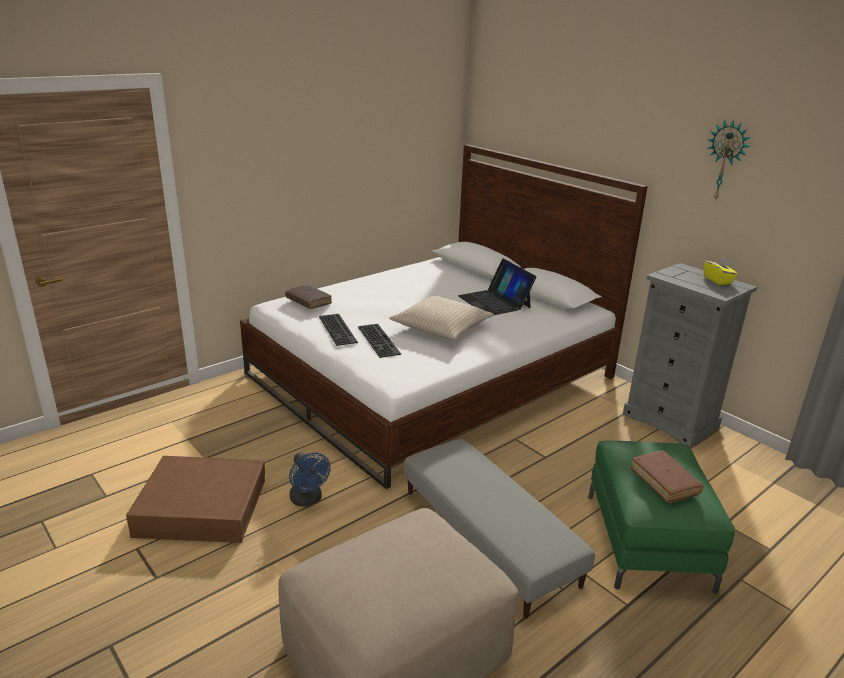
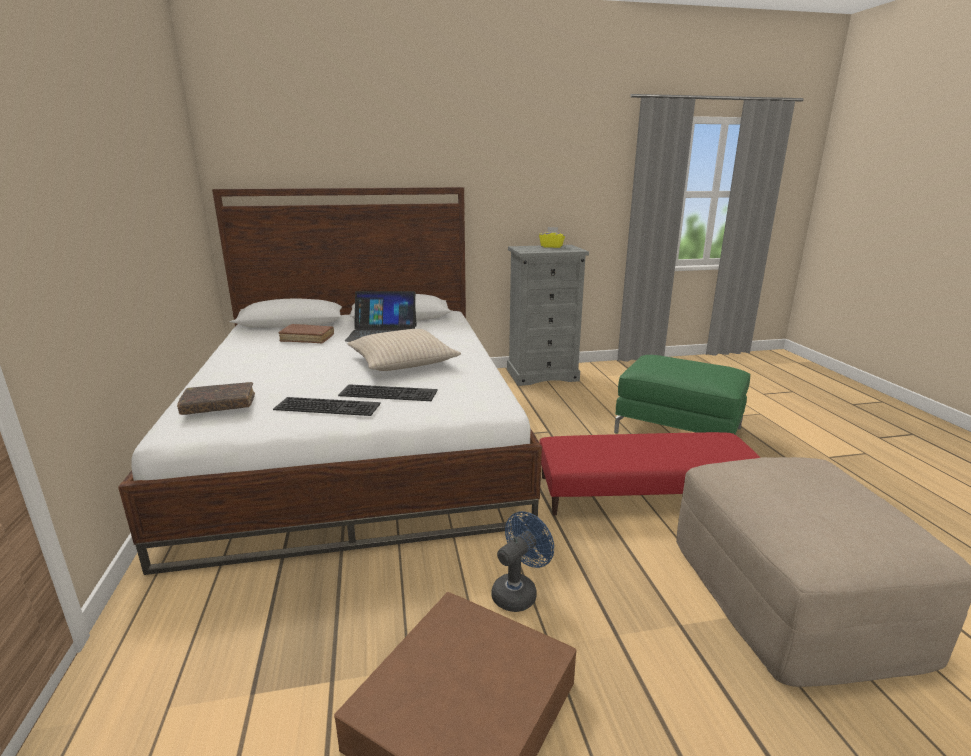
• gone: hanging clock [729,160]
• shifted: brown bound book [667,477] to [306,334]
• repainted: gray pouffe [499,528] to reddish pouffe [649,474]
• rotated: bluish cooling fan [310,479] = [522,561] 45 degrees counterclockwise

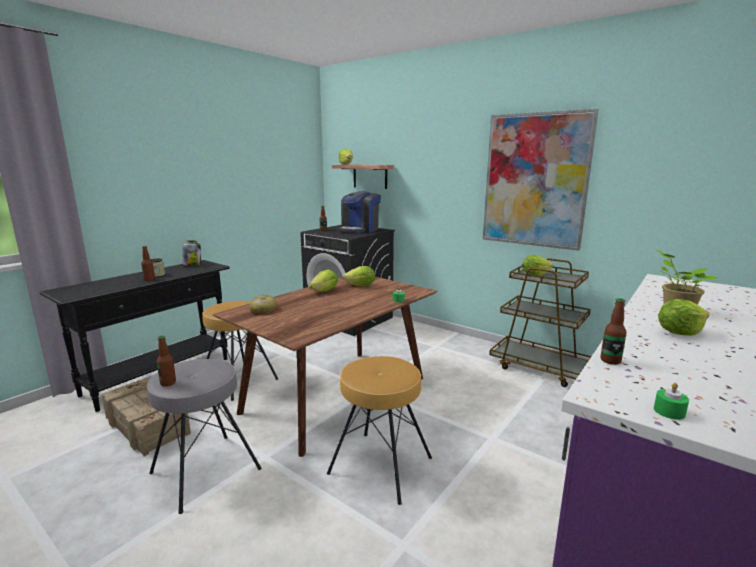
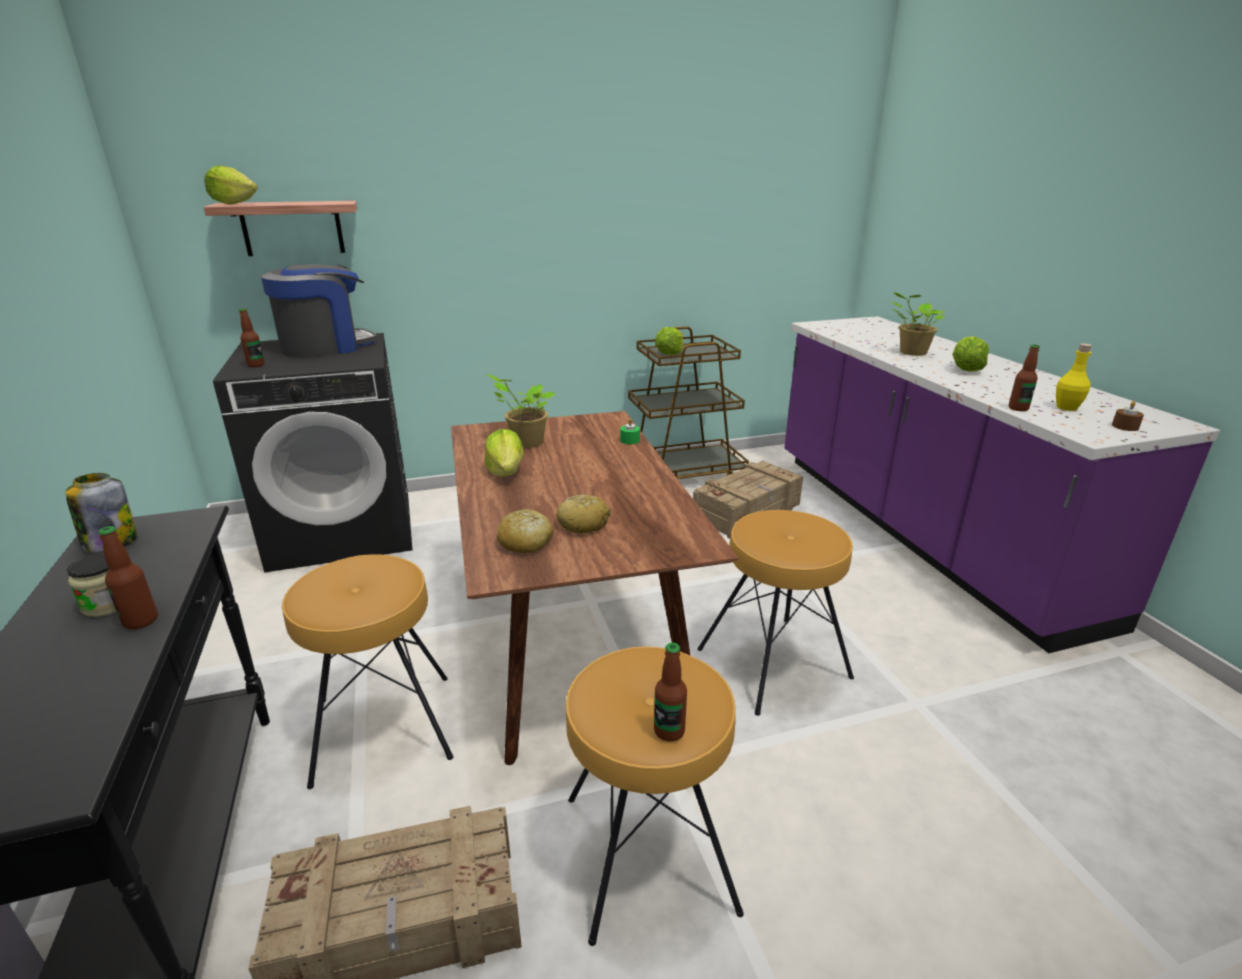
• gone: wall art [541,179]
• new: bread [583,514]
• new: shipping crate [748,500]
• new: yellowish beverage bottle [1074,377]
• swapped: lettuce [359,276] to houseplant [520,411]
• repainted: gray sitting stool [204,436] to brown sitting stool [655,796]
• repainted: greenish wax light [671,401] to brown wax light [1128,416]
• rotated: coffee machine [360,212] = [319,311] 105 degrees counterclockwise

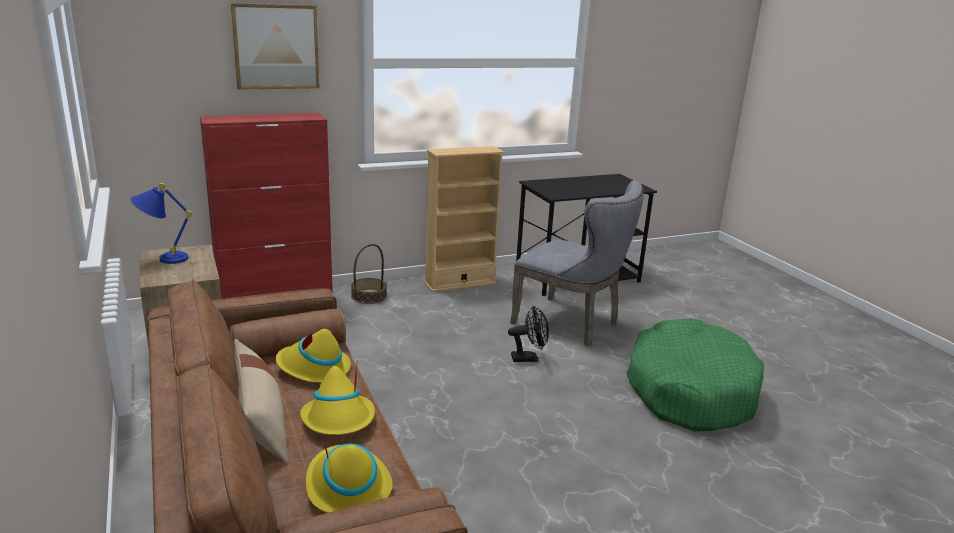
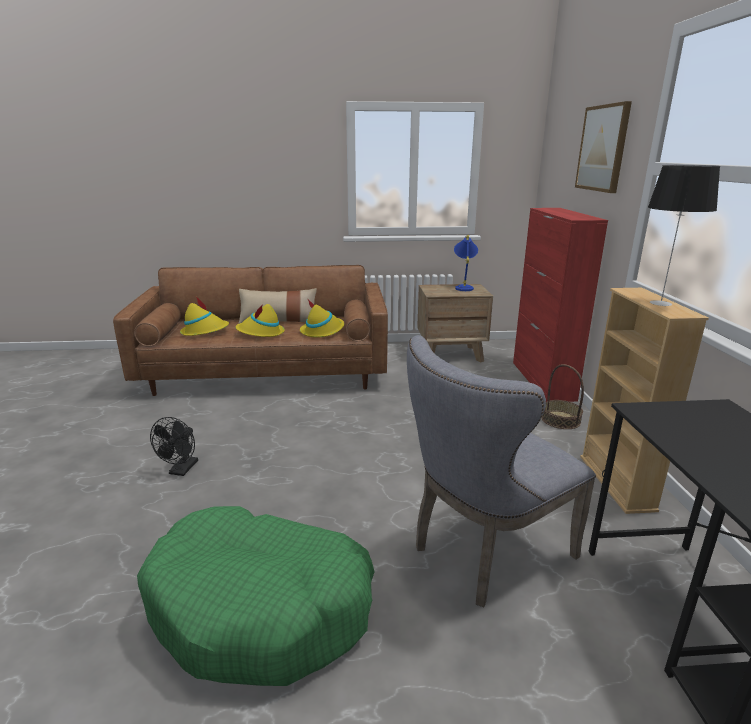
• new: lamp for a table [684,235]
• shifted: black cooling fan [528,334] to [174,446]

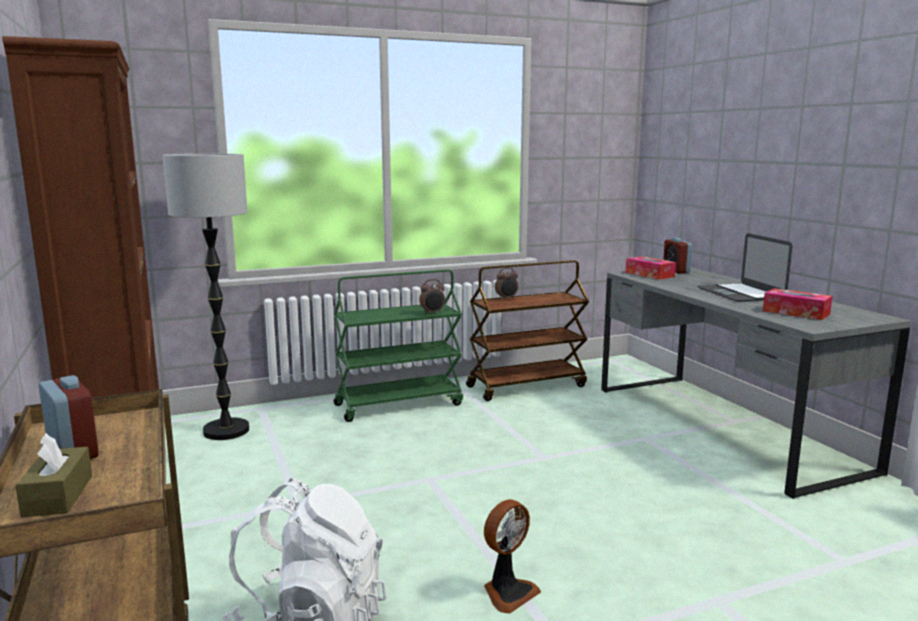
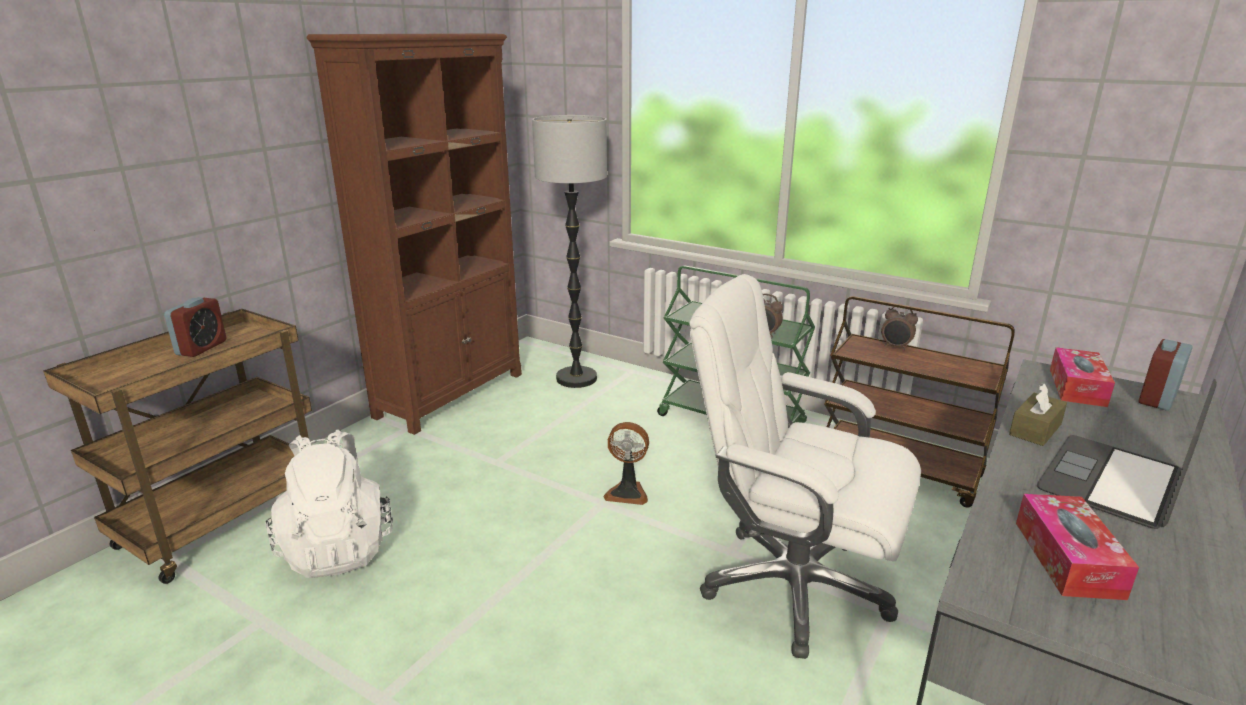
• new: whitish computer chair [805,466]
• shifted: brown box of tissues [53,475] to [1038,414]
• shifted: cooling fan [512,556] to [626,463]

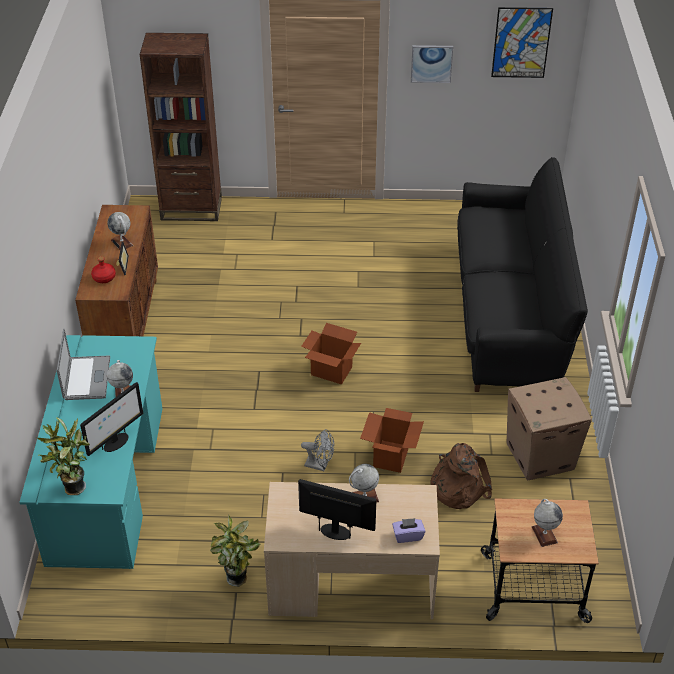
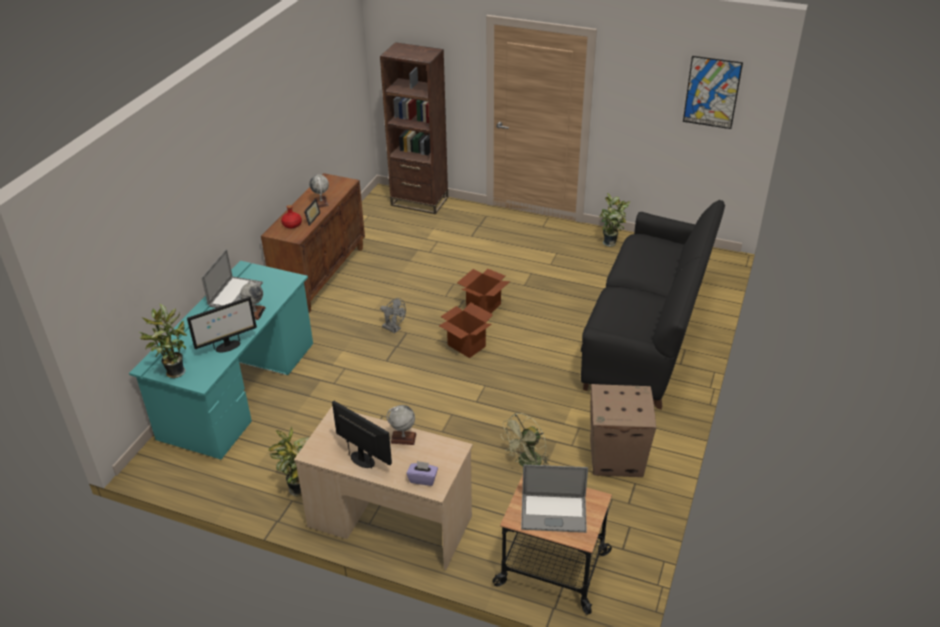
• gone: wall art [432,64]
• new: houseplant [614,220]
• shifted: gray cooling fan [317,450] to [393,316]
• shifted: carton [392,440] to [483,291]
• swapped: brown knapsack [461,476] to greenish cooling fan [525,440]
• swapped: globe [547,523] to portable computer [554,499]

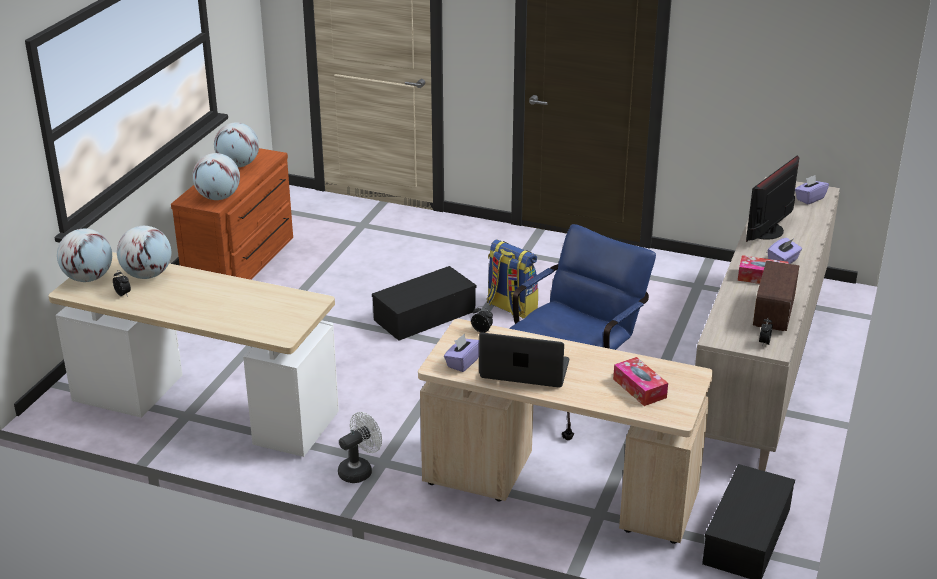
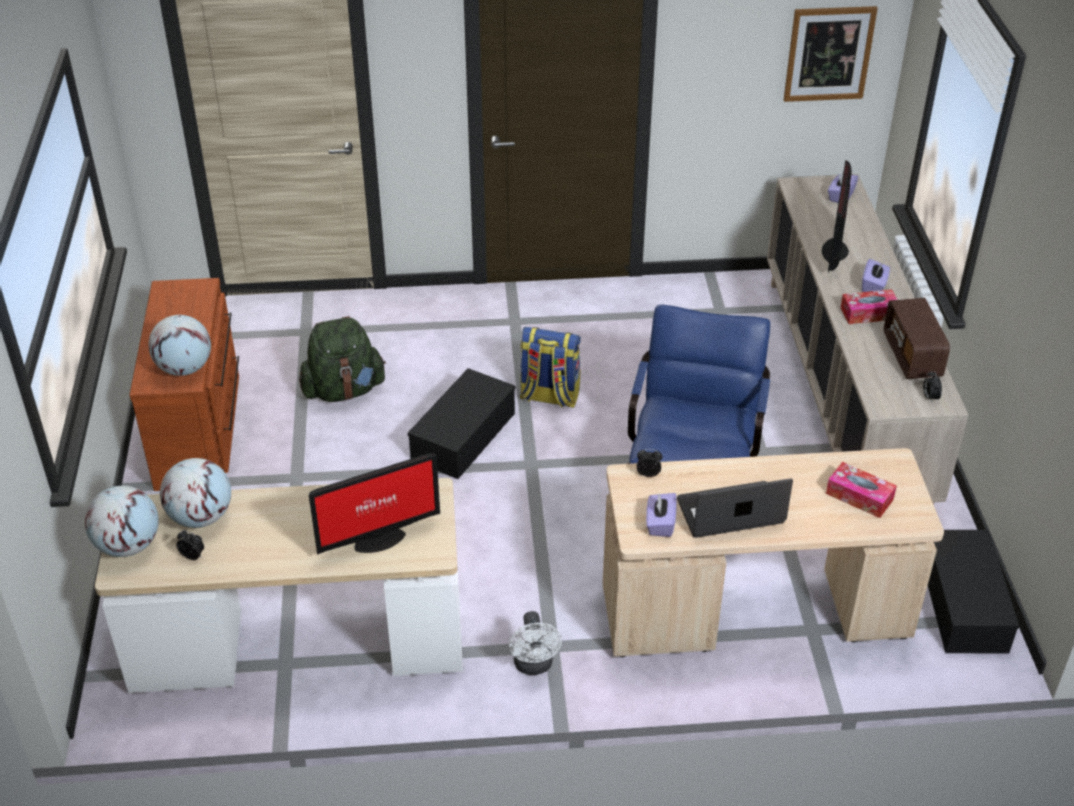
• gone: globe [236,144]
• new: greenish knapsack [342,359]
• new: computer display [374,503]
• new: wall art [831,54]
• rotated: whitish cooling fan [360,447] = [535,643] 150 degrees clockwise

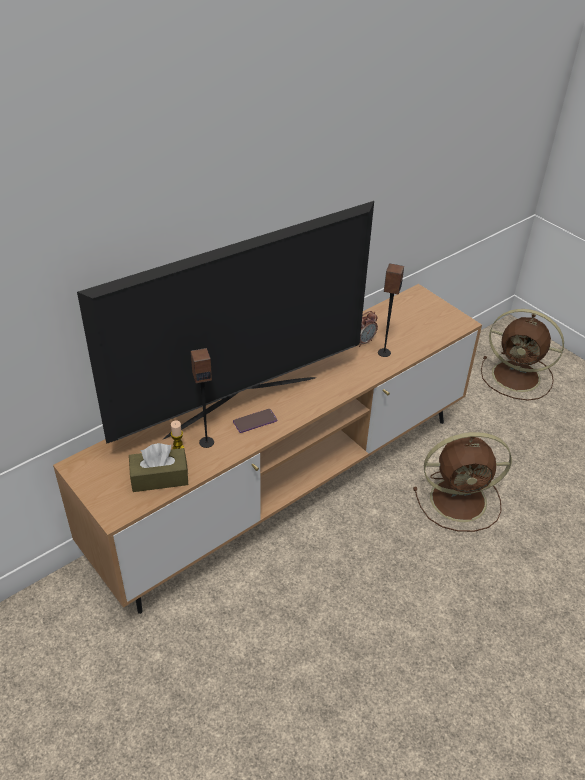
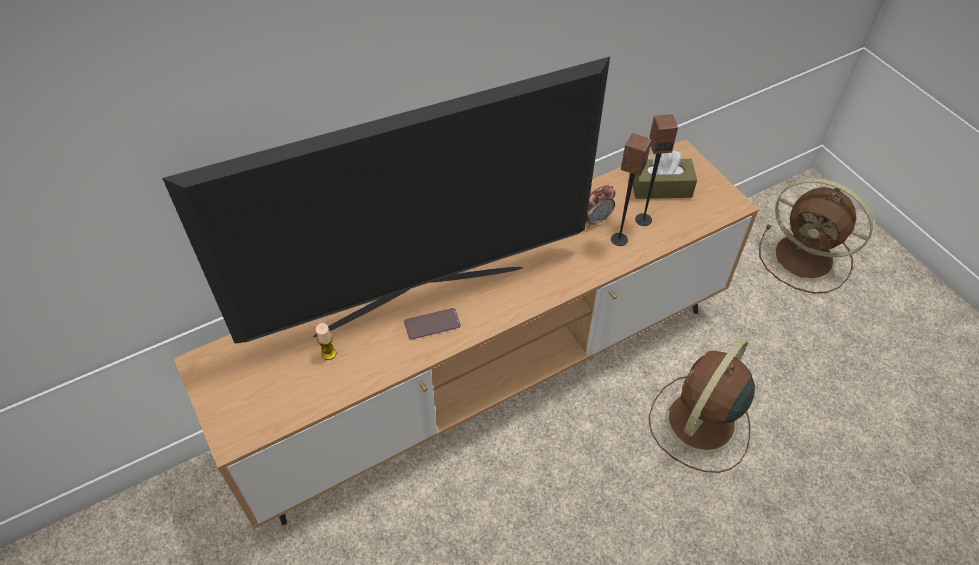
• shifted: brown box of tissues [158,467] to [665,175]
• shifted: audio speaker [202,398] to [656,170]
• rotated: brown cooling fan [462,482] = [701,405] 120 degrees clockwise

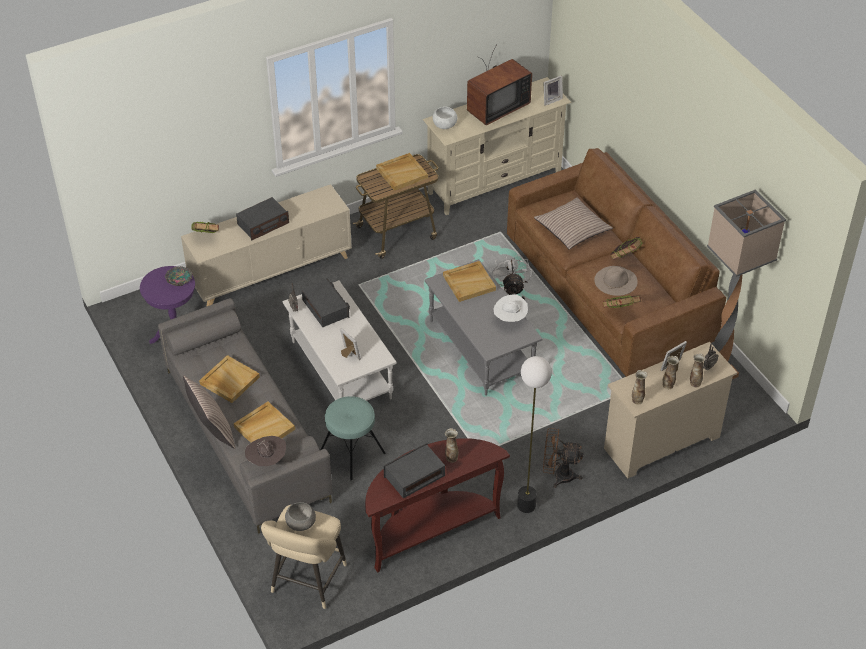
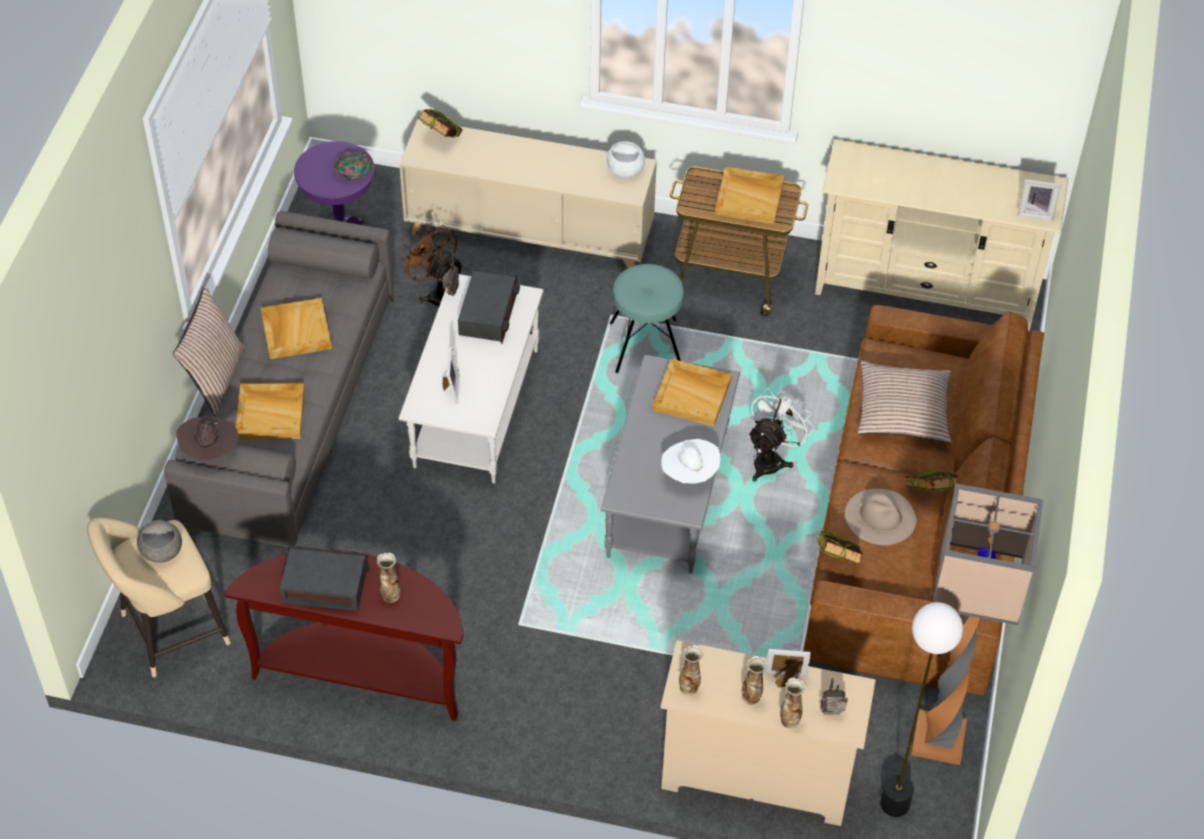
• gone: radio [262,219]
• gone: television [499,84]
• shifted: turquoise sitting stool [353,438] to [647,318]
• shifted: whitish deep dish [445,118] to [626,159]
• shifted: floor lamp [534,434] to [921,709]
• shifted: brown cooling fan [563,458] to [432,264]

